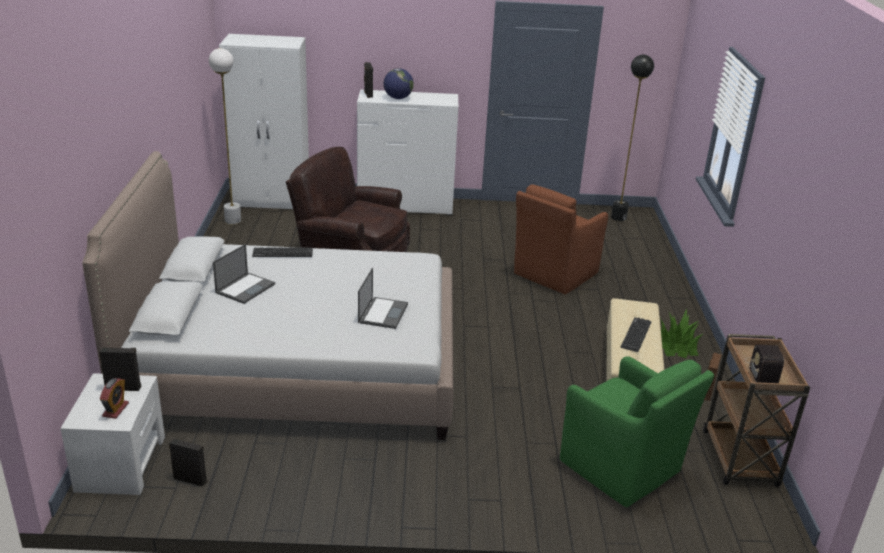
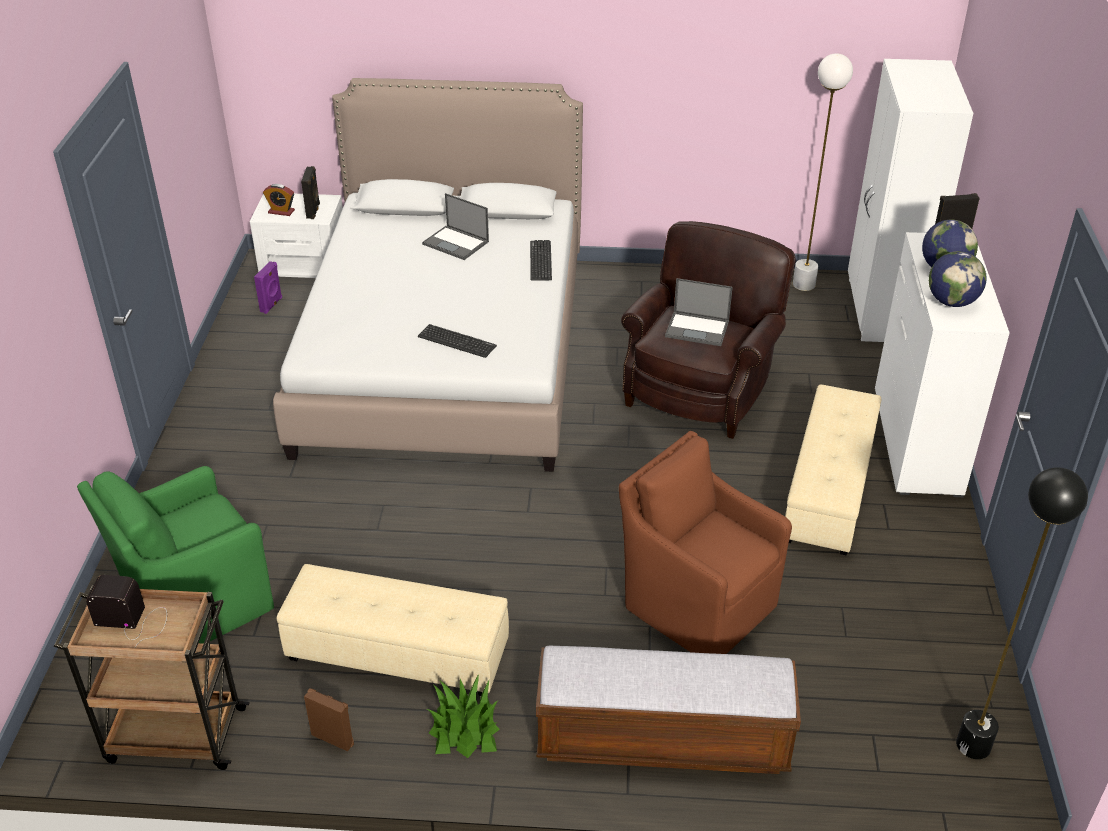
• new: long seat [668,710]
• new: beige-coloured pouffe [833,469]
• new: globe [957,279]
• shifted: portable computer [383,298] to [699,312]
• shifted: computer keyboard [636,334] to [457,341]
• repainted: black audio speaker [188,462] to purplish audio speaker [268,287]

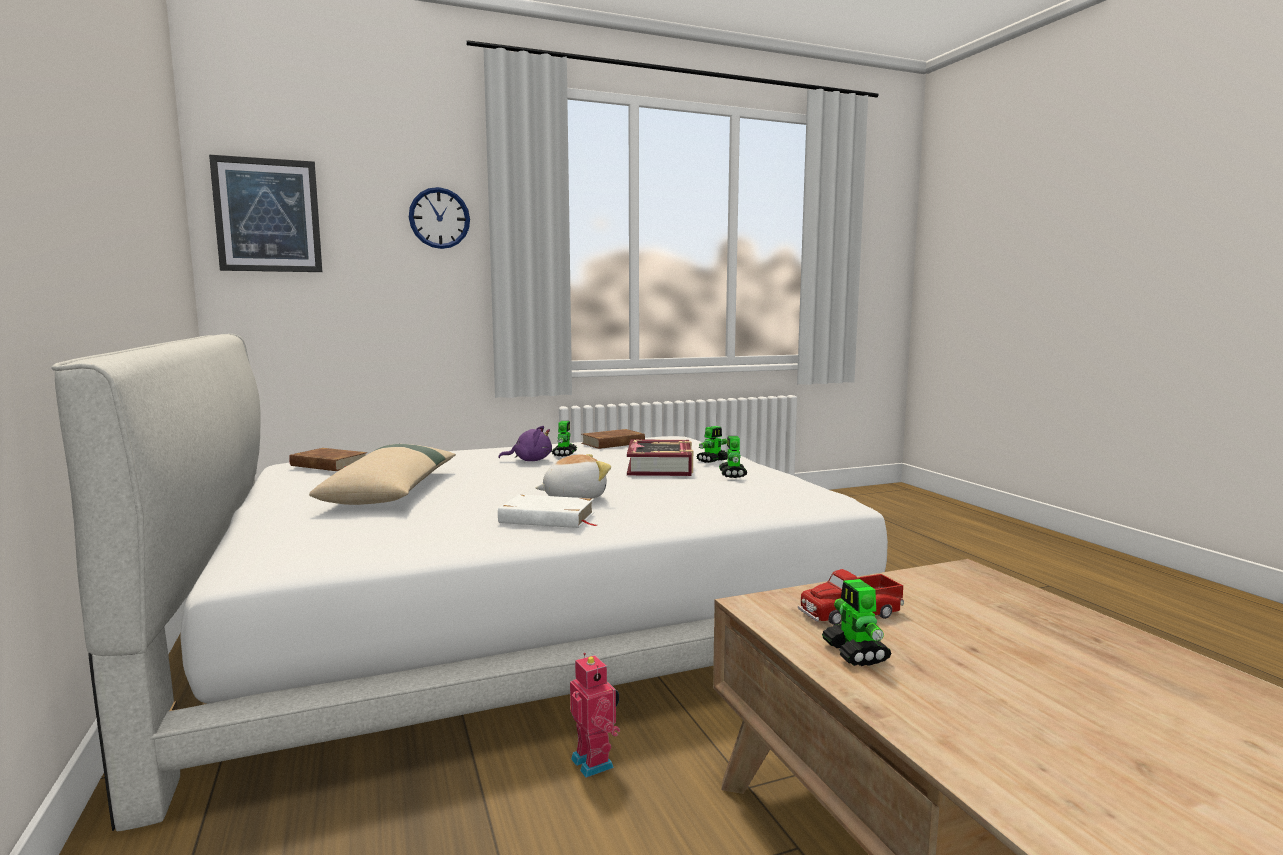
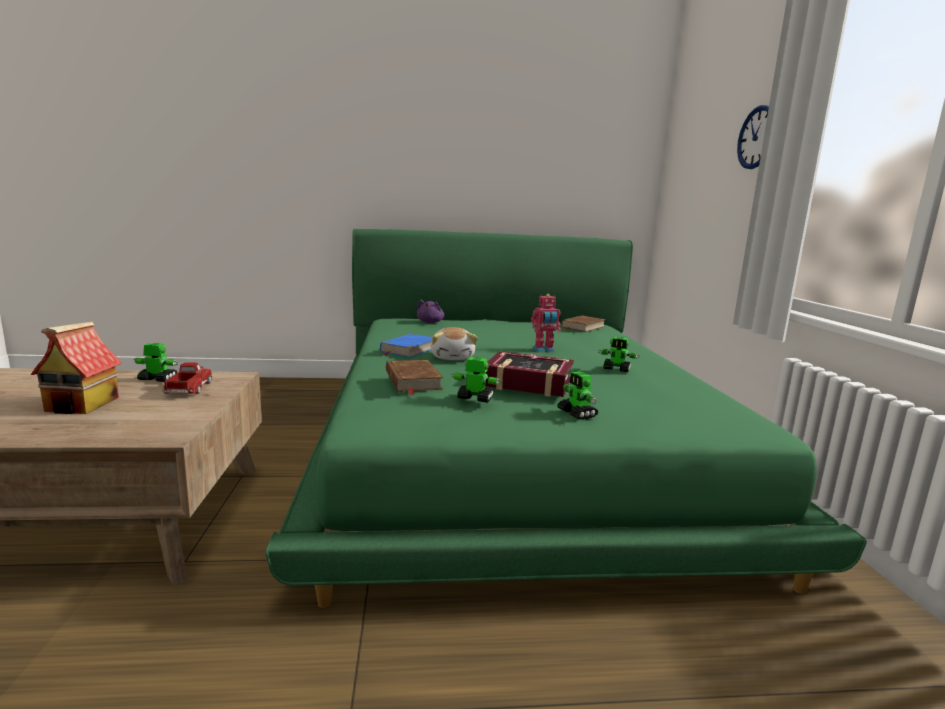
• gone: wall art [265,213]
• gone: beige-coloured cushion [382,474]
• new: toy house [76,368]
• shifted: purplish soft toy [525,443] to [430,311]
• shifted: robot figure [595,715] to [546,323]
• shifted: brown bound book [613,439] to [414,378]
• repainted: whitish sleeping bed [469,582] to greenish sleeping bed [566,418]
• repainted: whitish bound book [547,511] to bluish bound book [406,346]

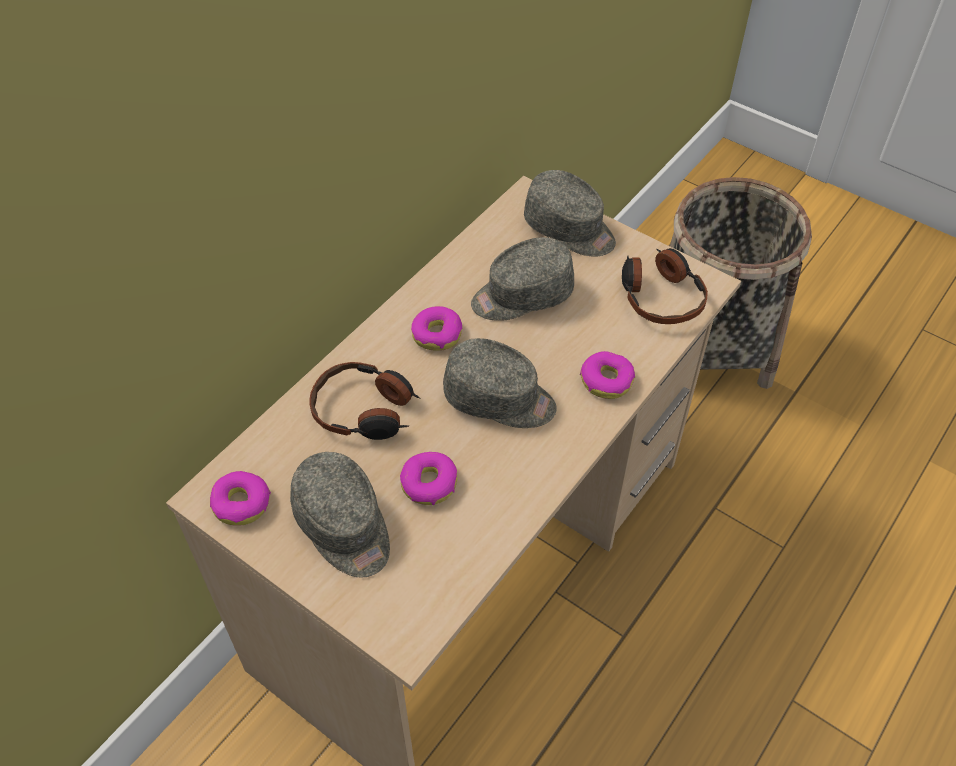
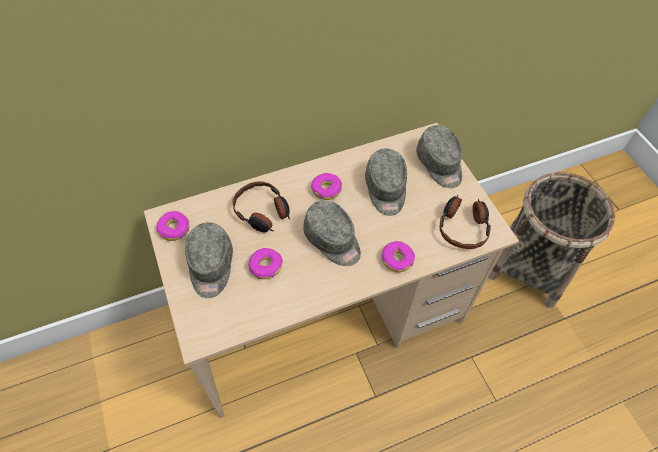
• rotated: gray baseball cap [522,279] = [386,182] 105 degrees counterclockwise

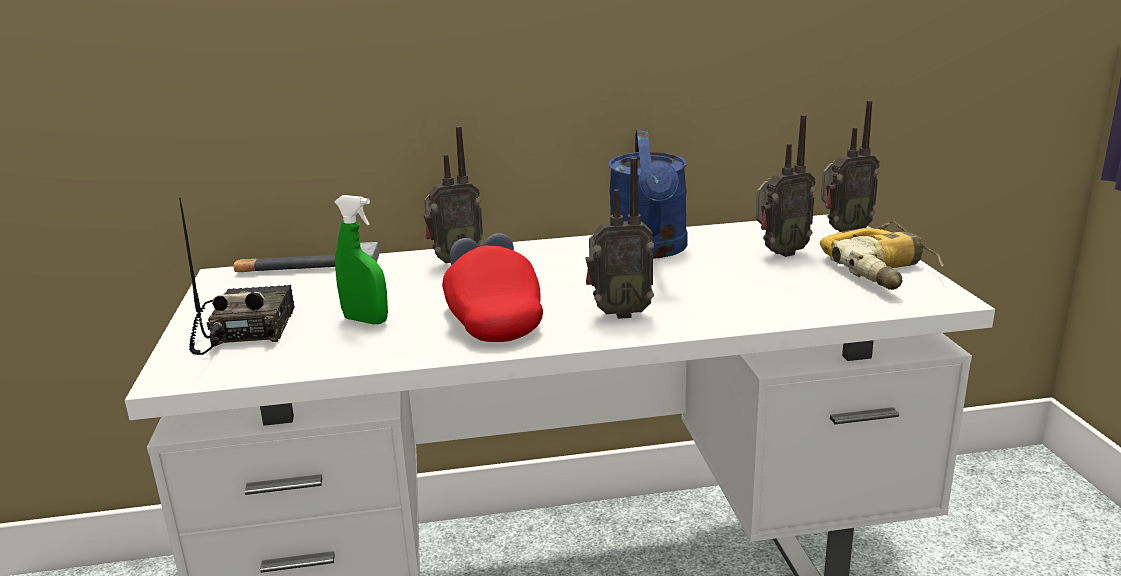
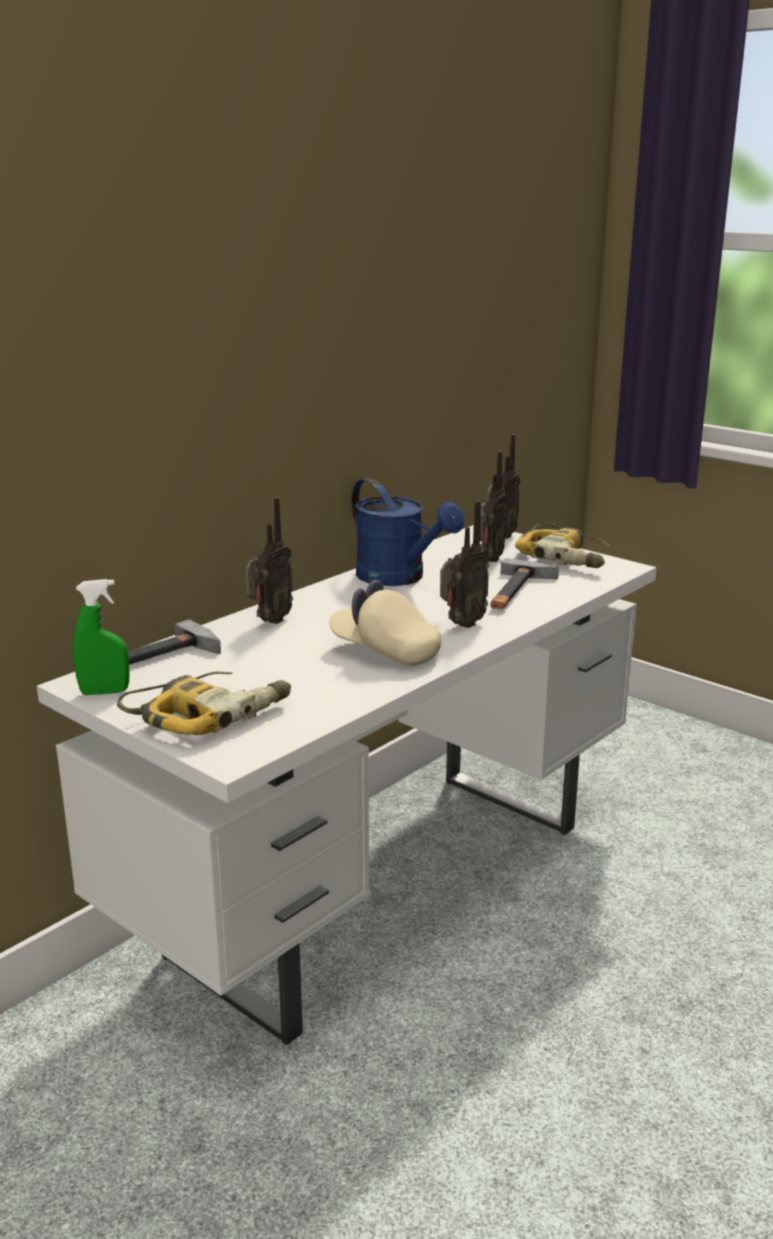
• new: tool hammer [525,583]
• shifted: greenish spray bottle [361,259] to [101,637]
• swapped: radio [237,276] to drill [204,703]
• repainted: reddish baseball cap [492,287] to beige-coloured baseball cap [385,623]

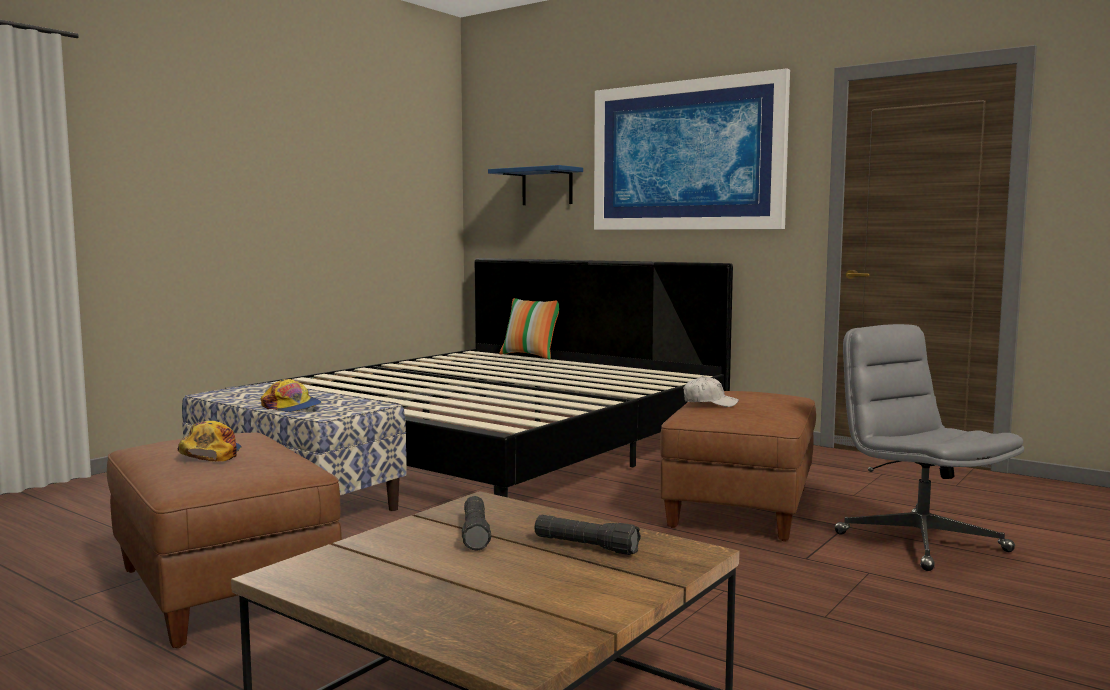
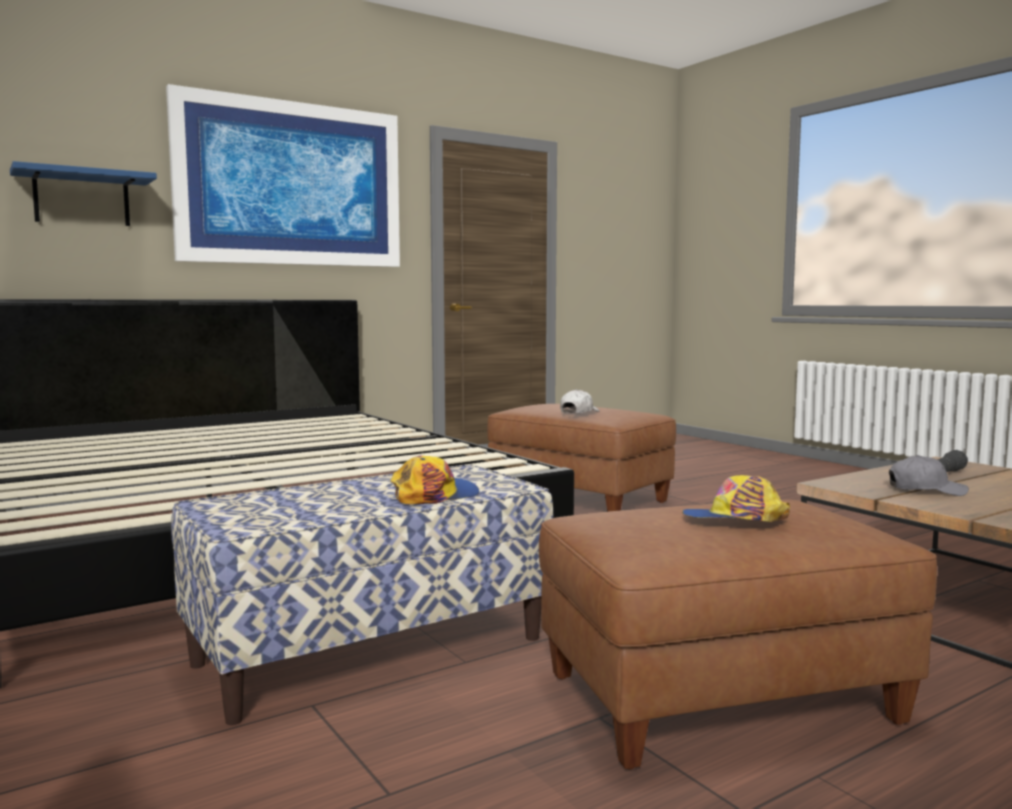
• gone: cushion [529,329]
• gone: gray computer chair [929,447]
• swapped: black flashlight [476,523] to gray baseball cap [929,475]

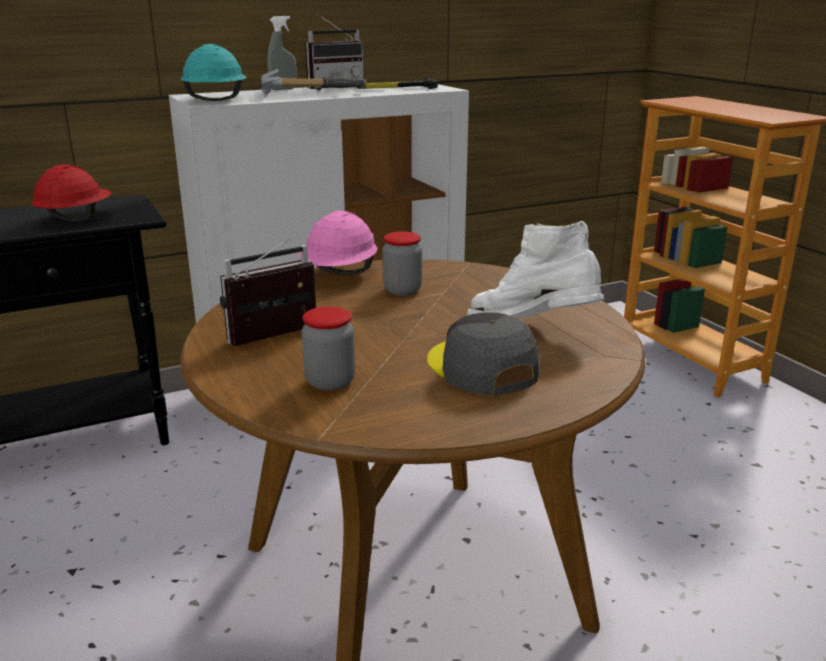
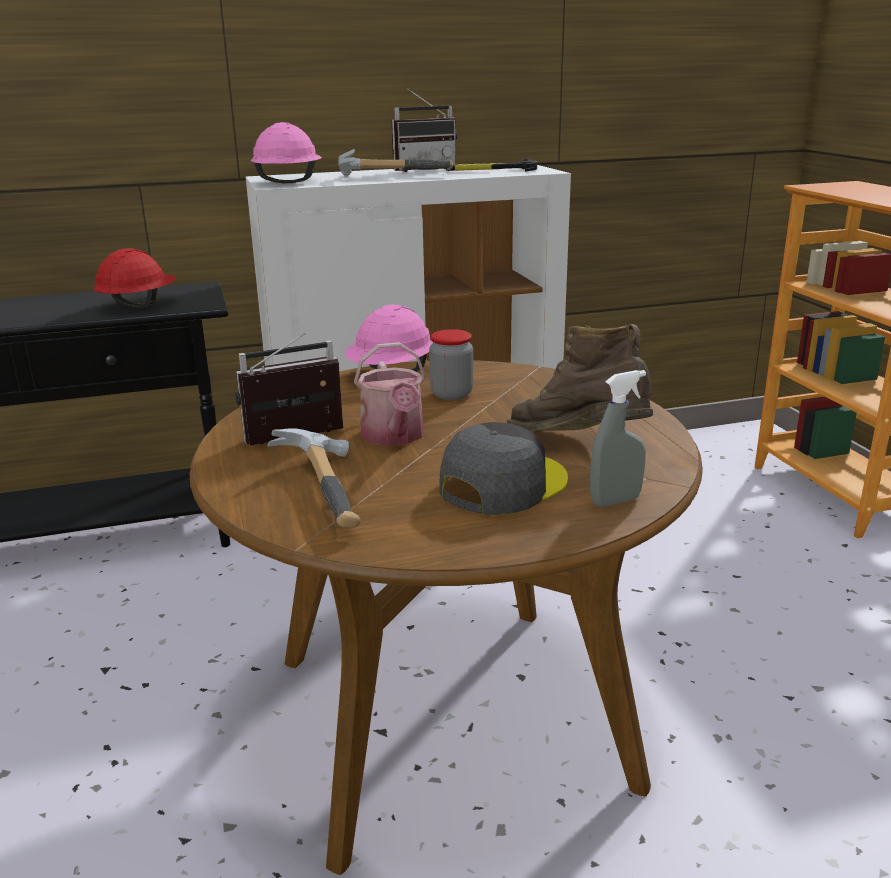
• new: sprinkling can [390,394]
• shifted: gray spray bottle [282,53] to [618,438]
• swapped: preserve jar [328,348] to tool hammer [314,478]
• repainted: turquoise work helmet [213,72] to pink-coloured work helmet [286,152]
• repainted: whitish boot [535,269] to brown boot [580,377]
• rotated: gray baseball cap [483,353] = [503,468] 60 degrees clockwise

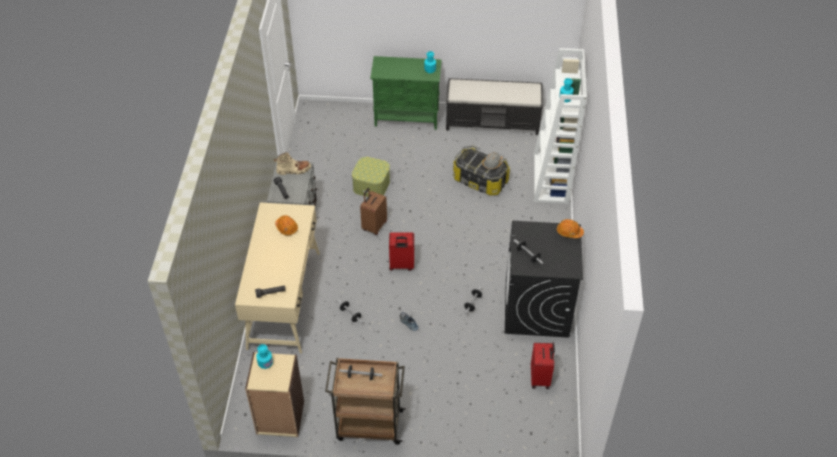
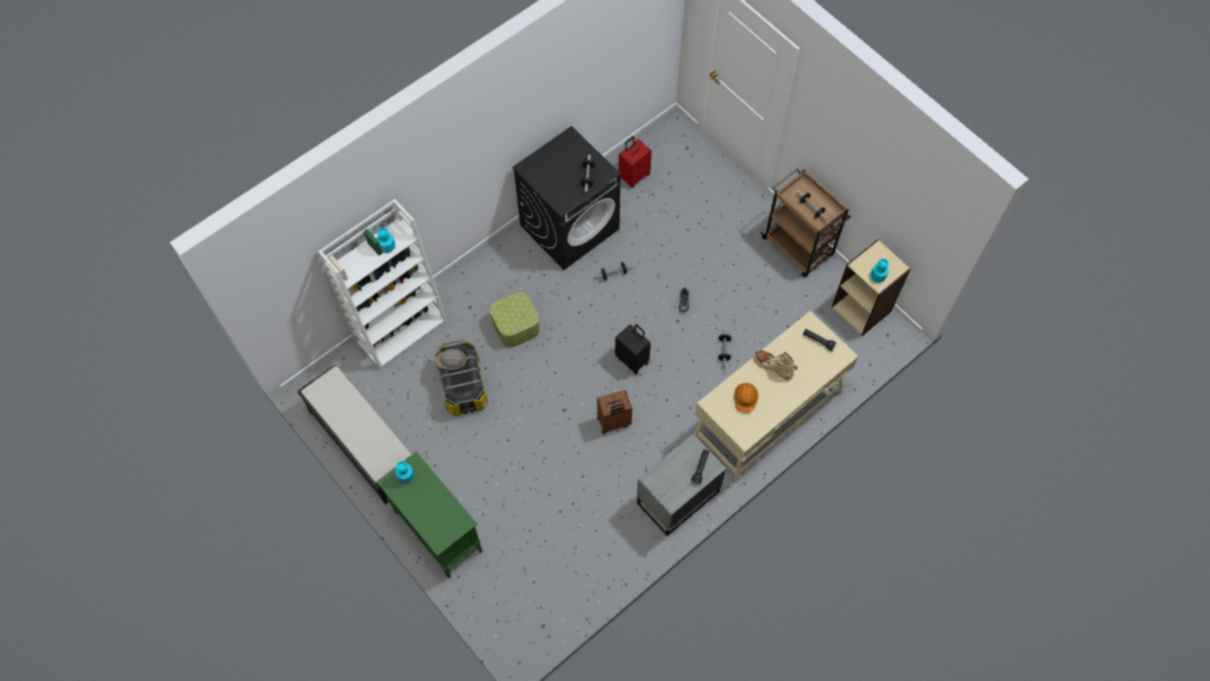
• gone: orangey work helmet [570,228]
• shifted: beige-coloured boot [292,163] to [775,365]
• shifted: storage box [371,177] to [515,320]
• repainted: reddish piece of luggage [401,251] to black piece of luggage [633,349]

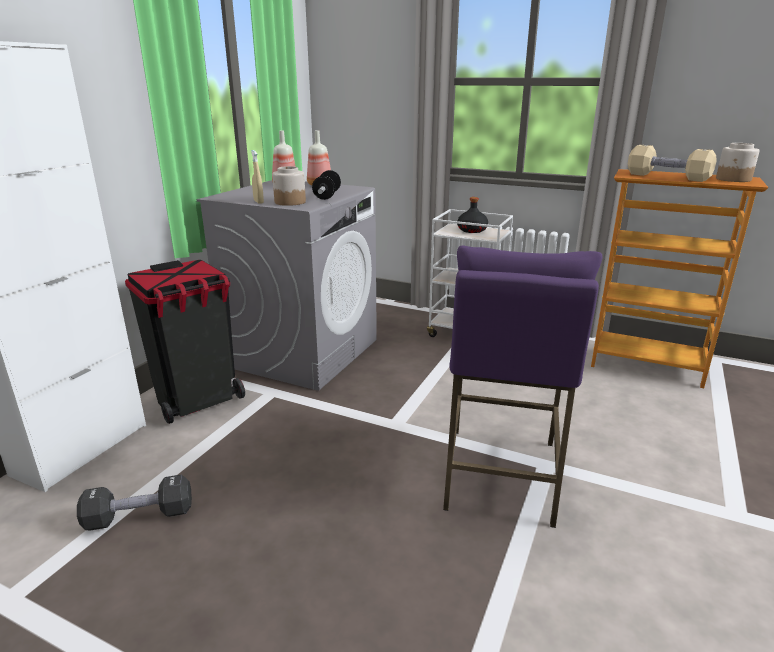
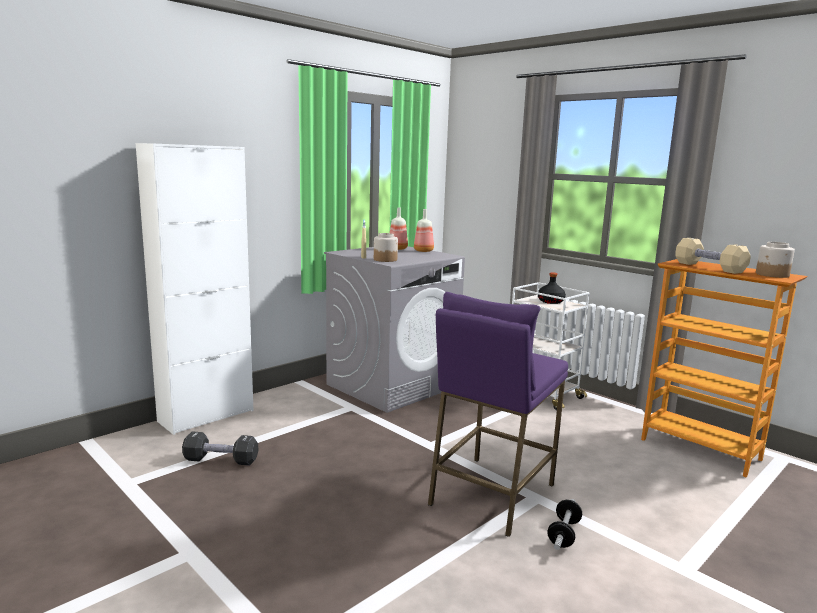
• gone: black trash can [185,342]
• shifted: free weight [326,185] to [564,524]

